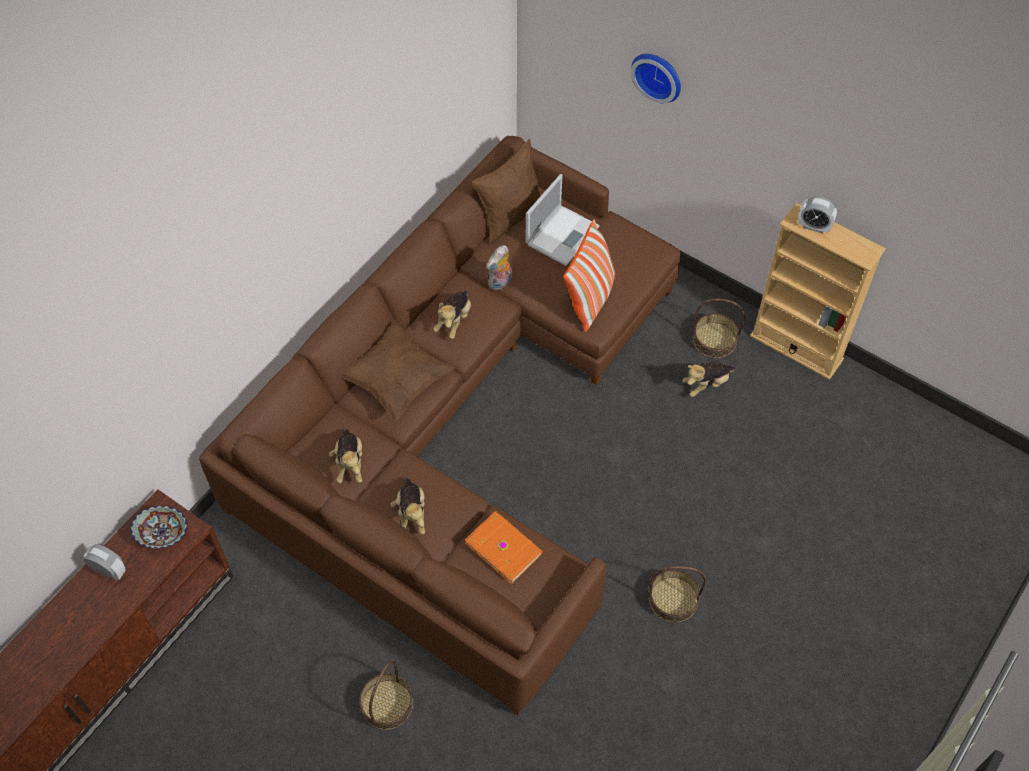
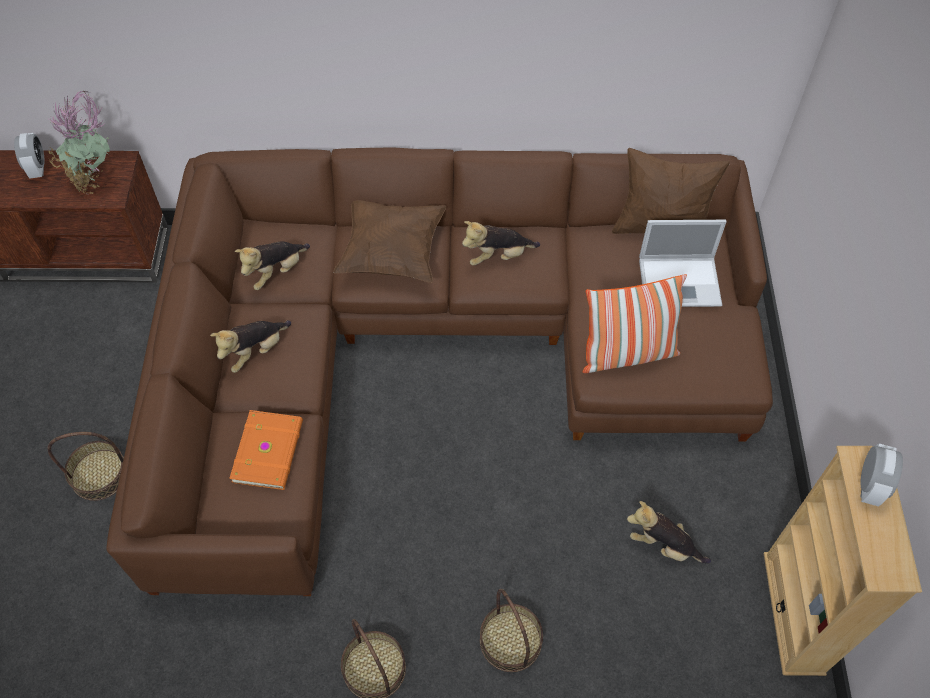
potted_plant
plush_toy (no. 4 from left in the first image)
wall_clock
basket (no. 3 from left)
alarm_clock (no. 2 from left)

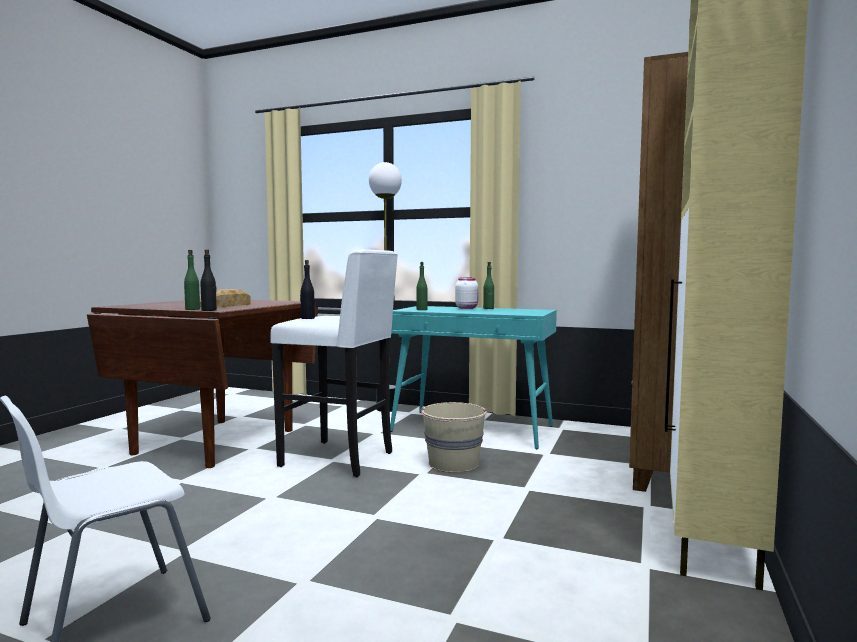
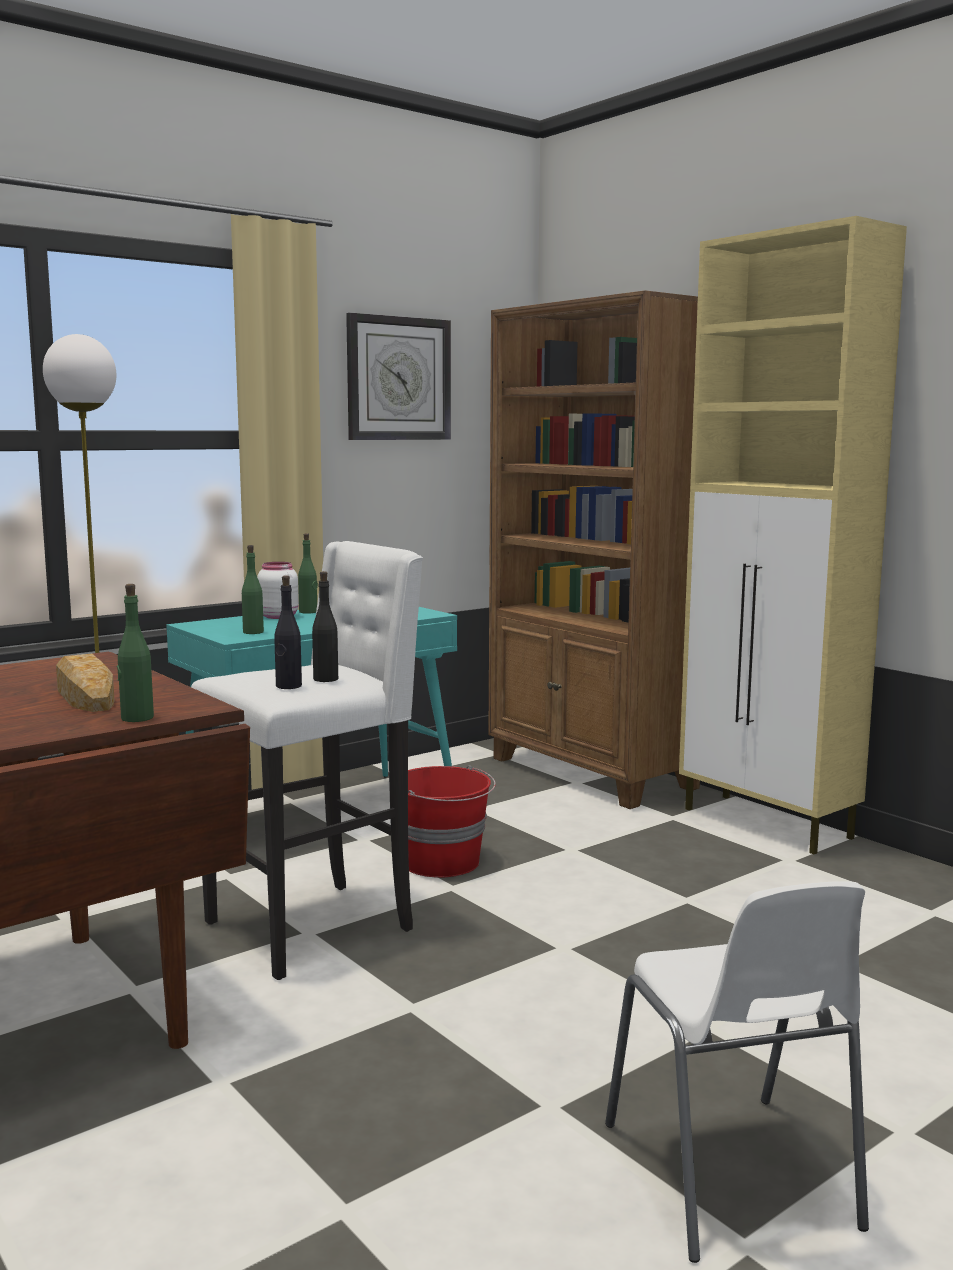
black_bottle (no. 2 from left)
red_bucket
wall_clock

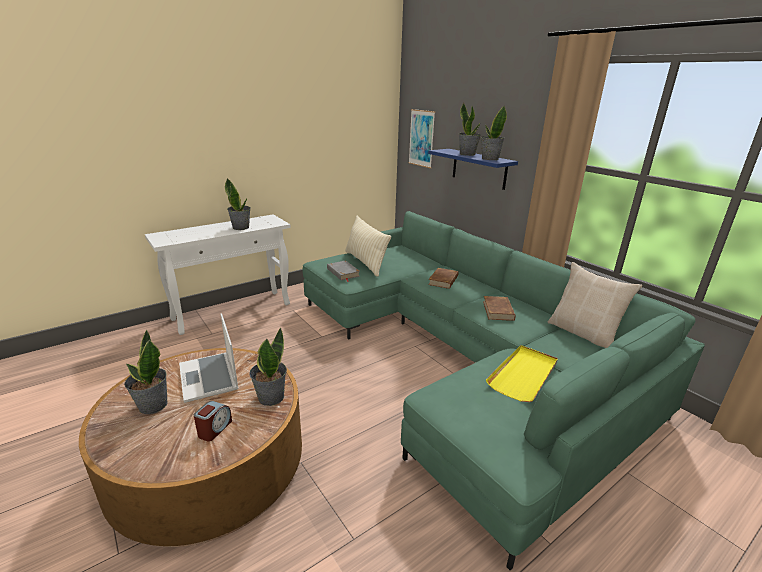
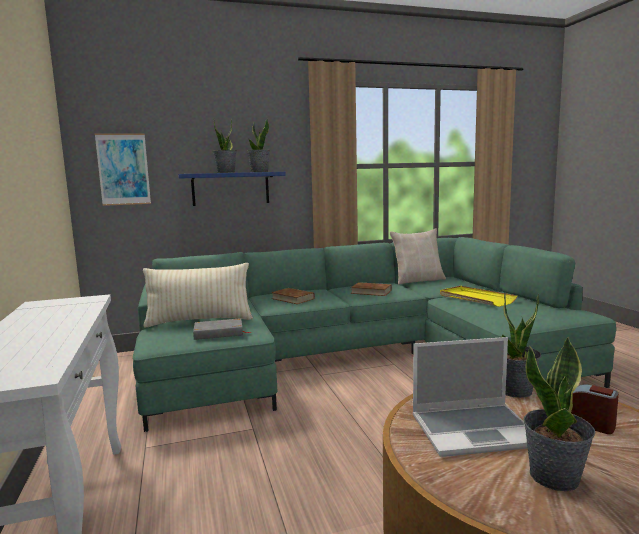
potted_plant (no. 2 from left in the first image)

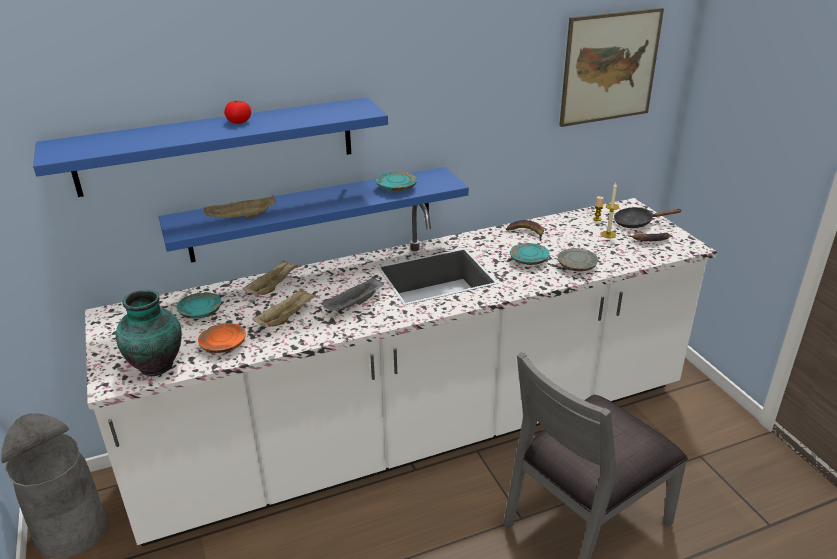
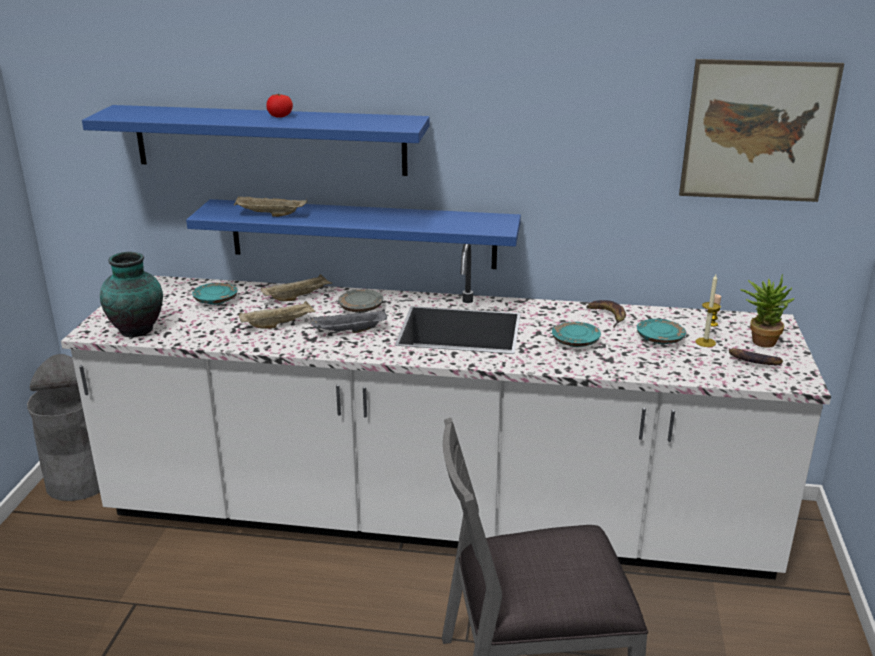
orange_plate
turquoise_plate (no. 3 from left)
grey_plate
potted_plant

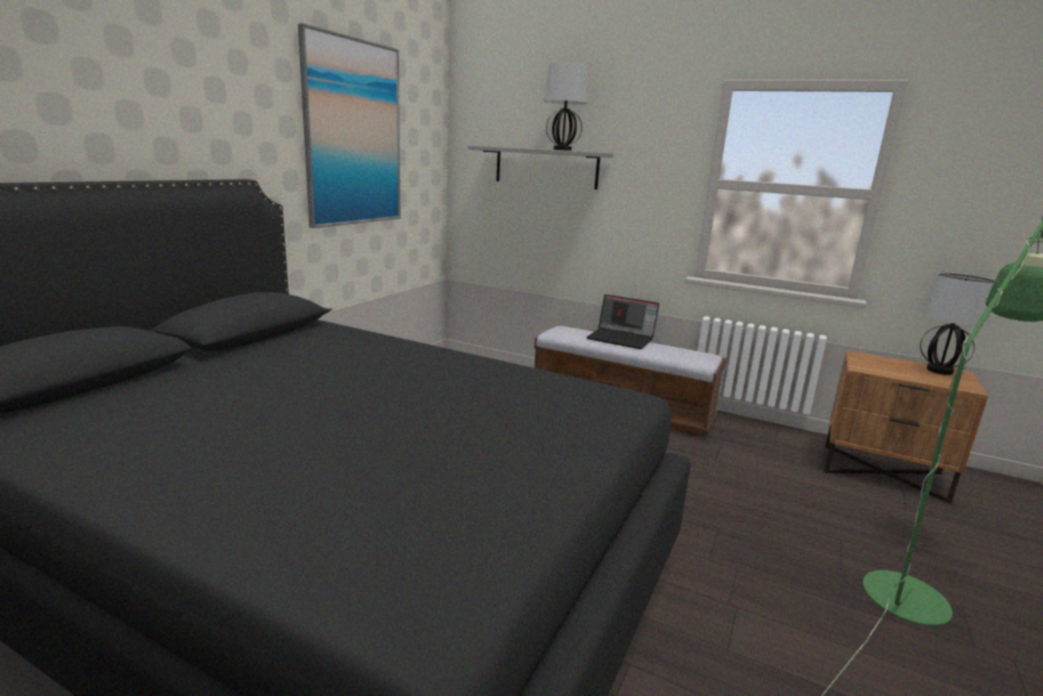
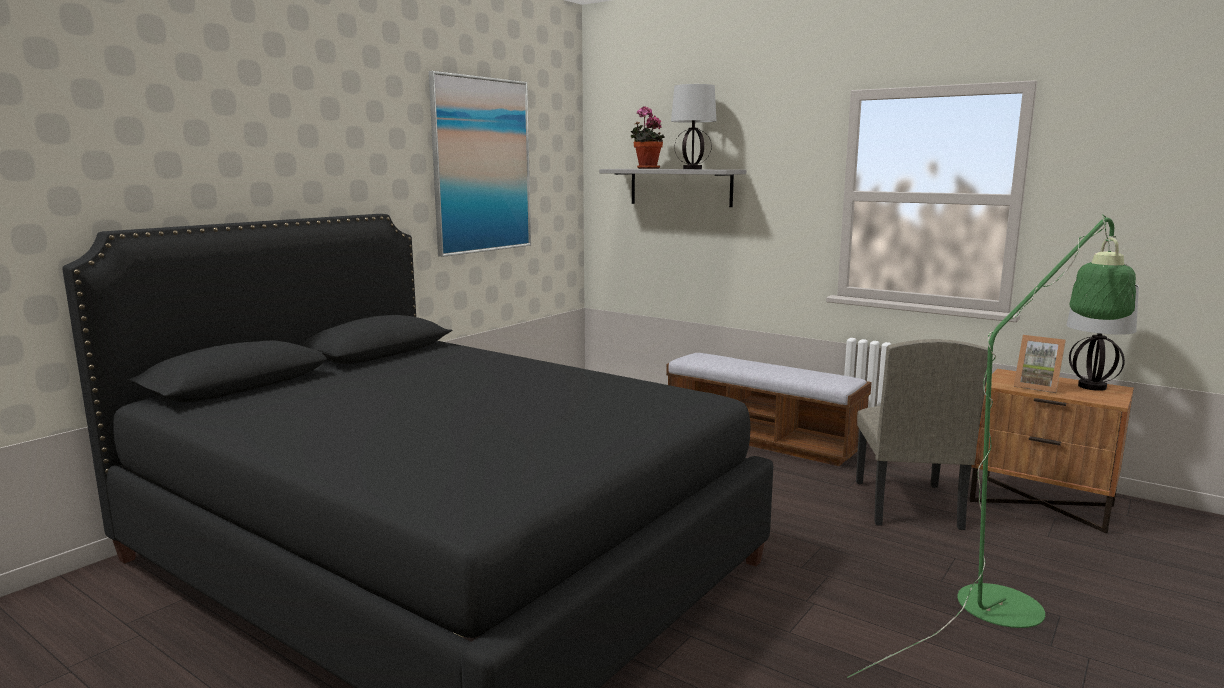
laptop
potted_plant
beige_chair
picture_frame

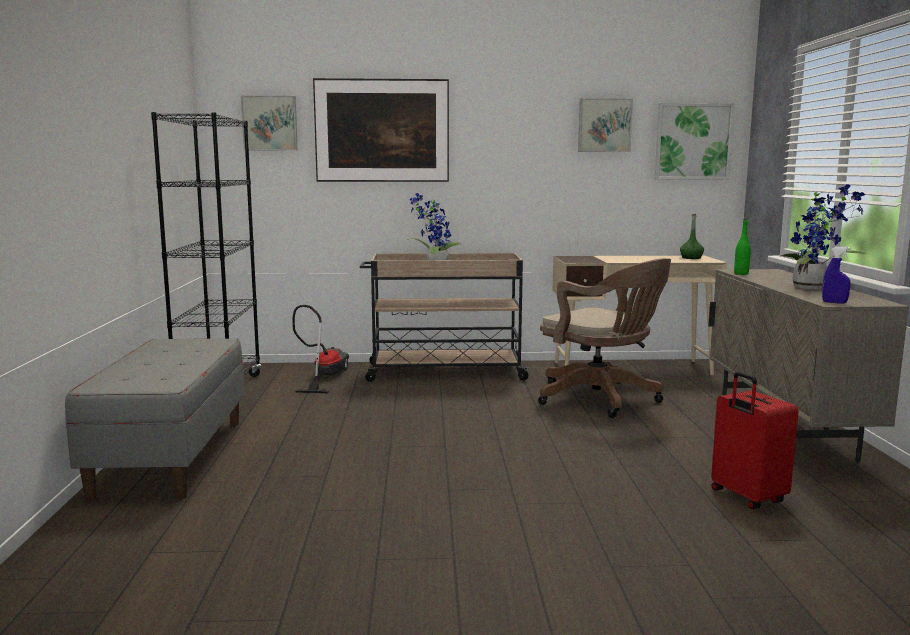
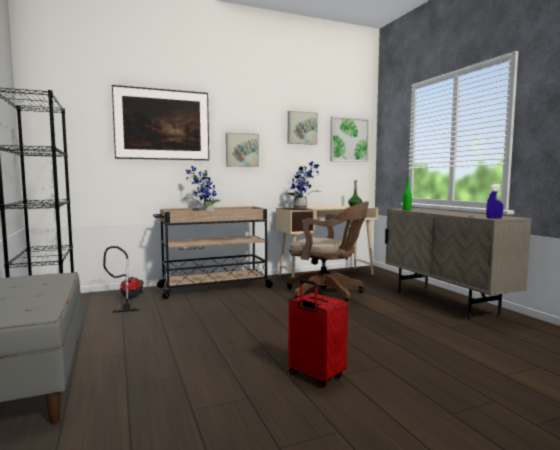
picture (no. 2 from left)
red_suitcase
potted_plant (no. 2 from left)

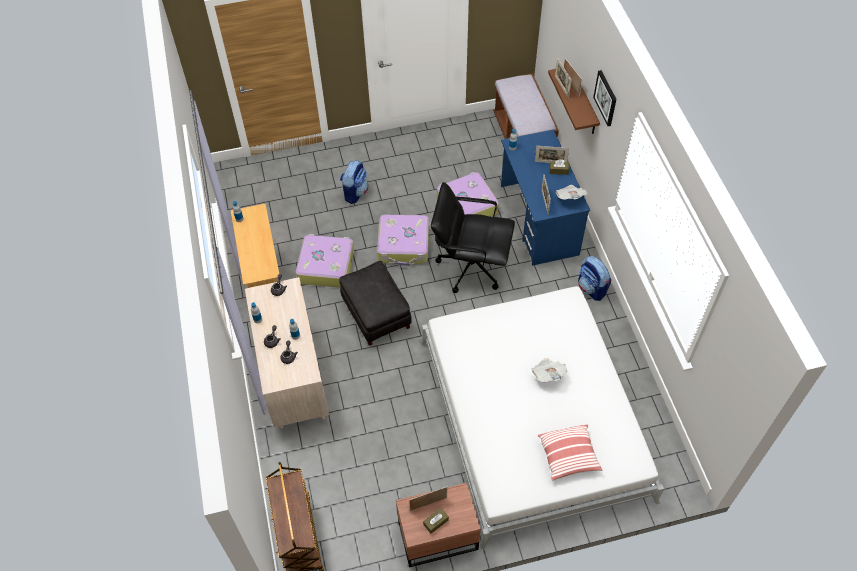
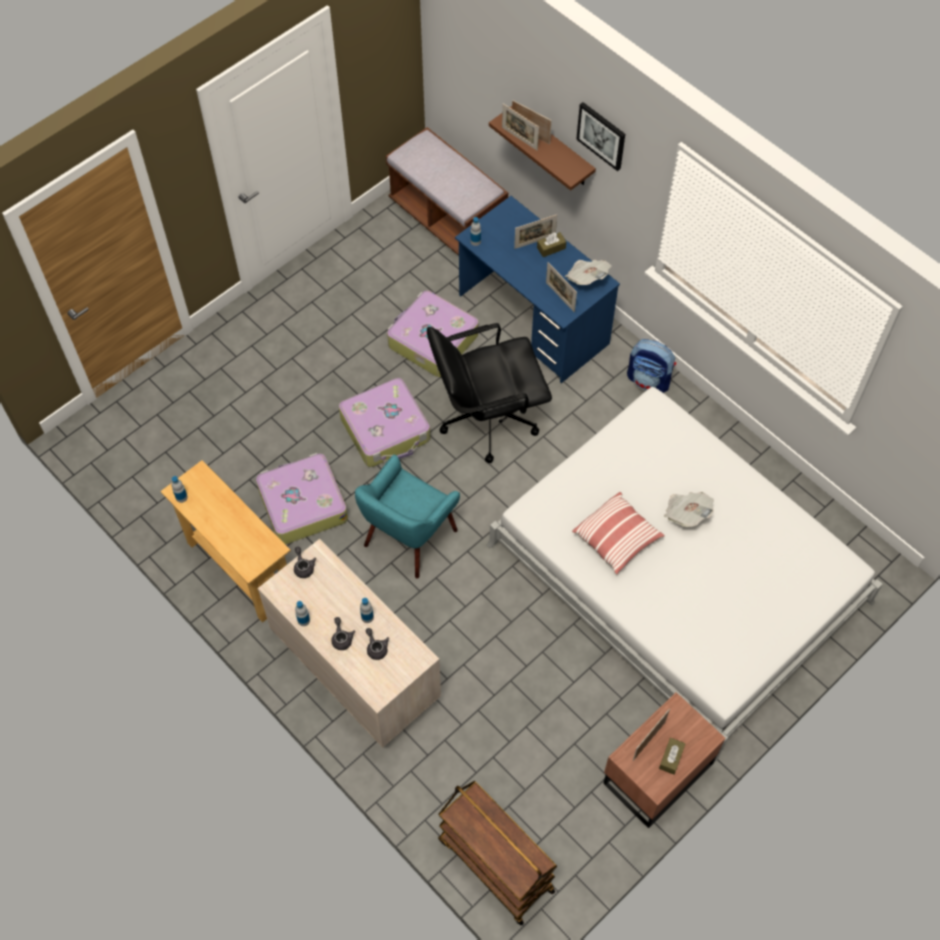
turquoise_armchair
backpack (no. 1 from left in the first image)
pillow

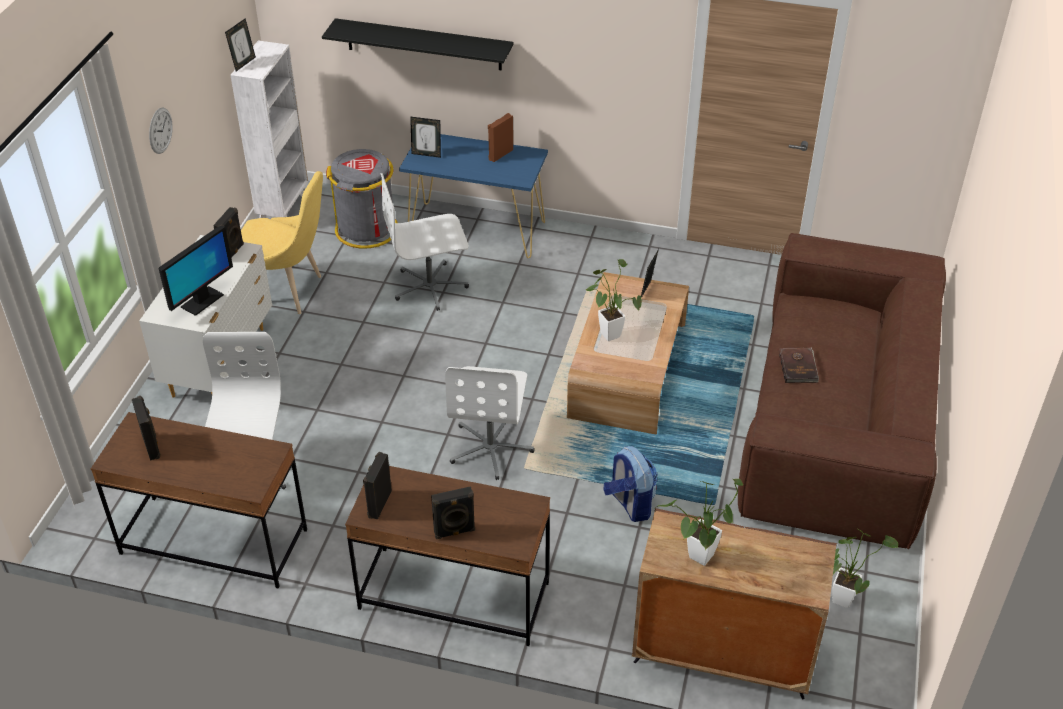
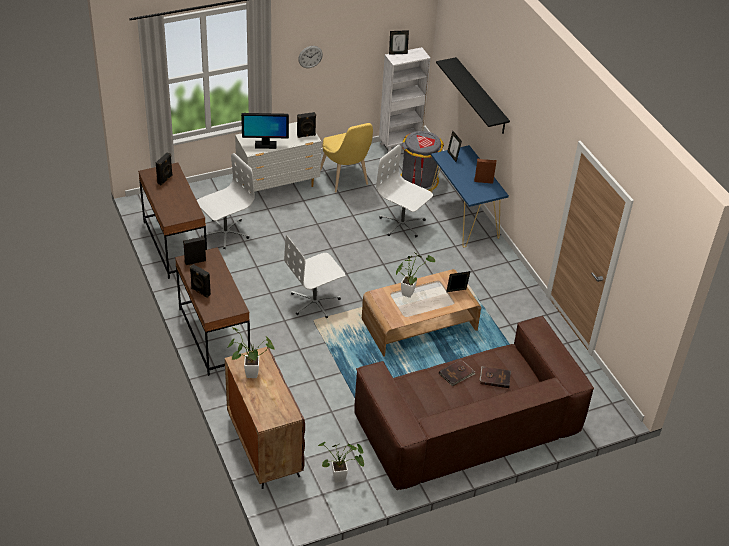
backpack
brown_book (no. 2 from left)

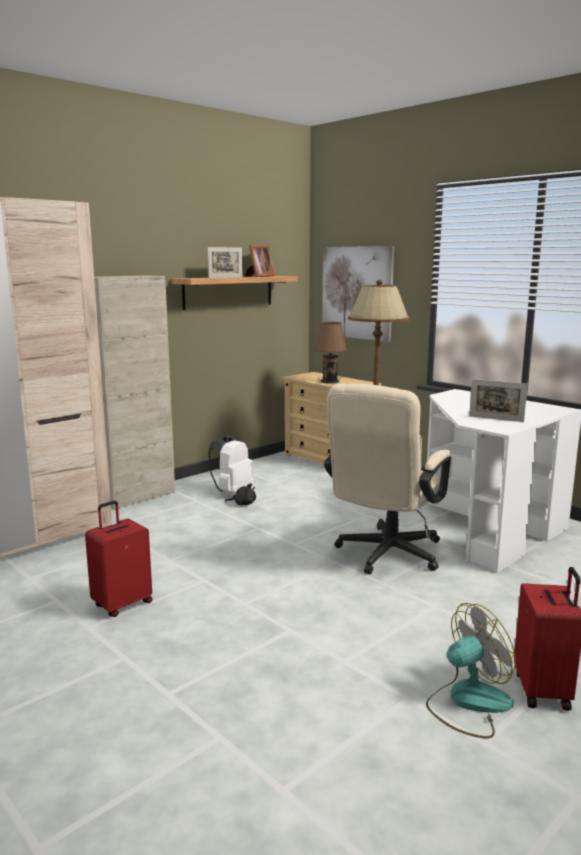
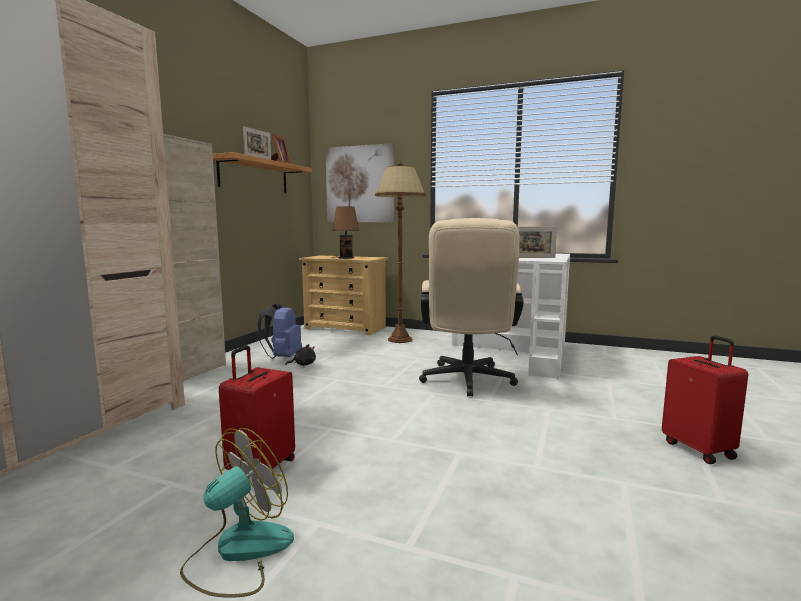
blue_backpack
fan

